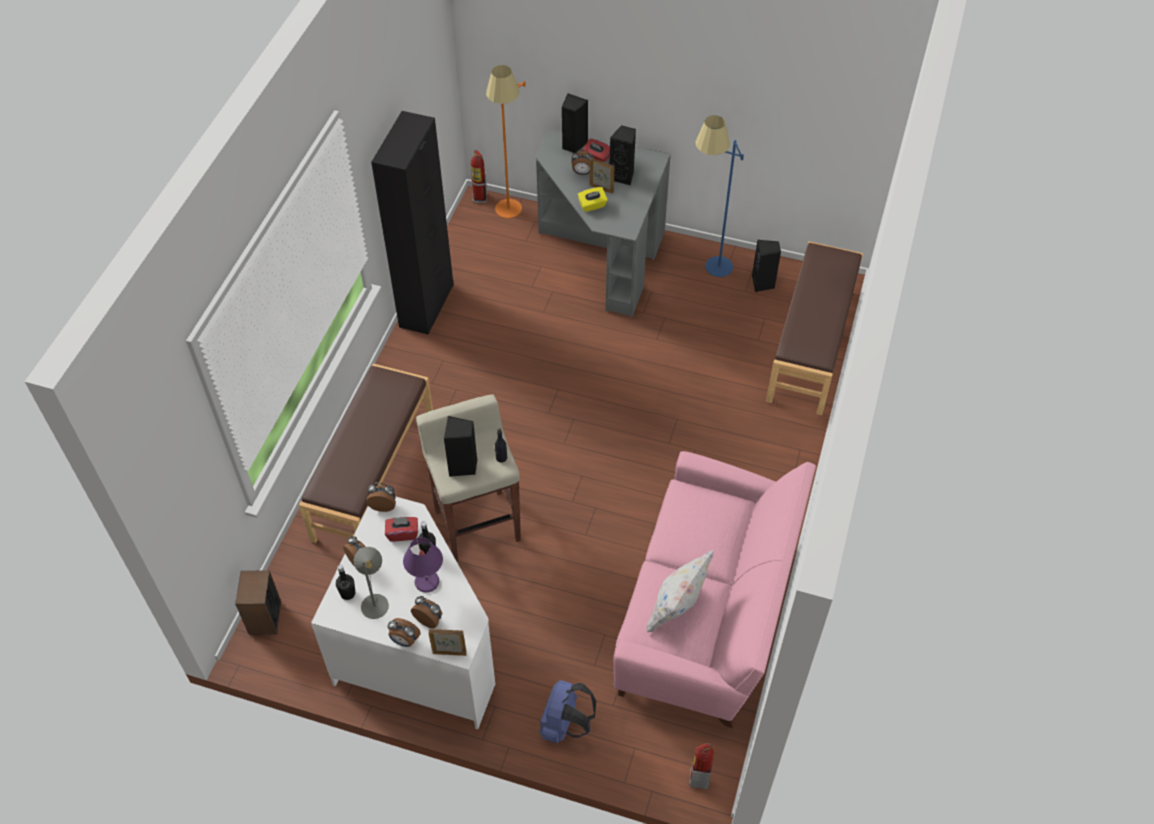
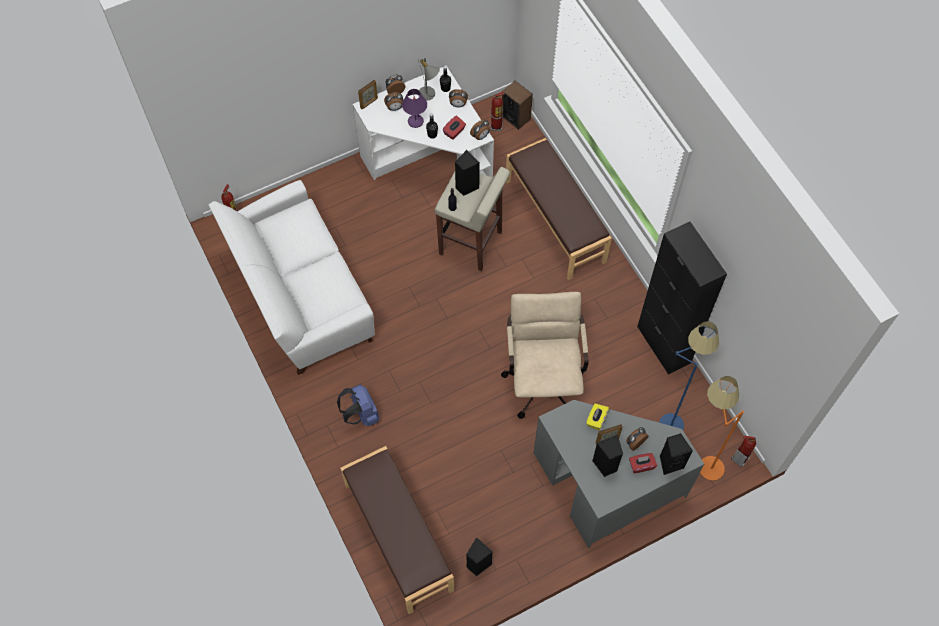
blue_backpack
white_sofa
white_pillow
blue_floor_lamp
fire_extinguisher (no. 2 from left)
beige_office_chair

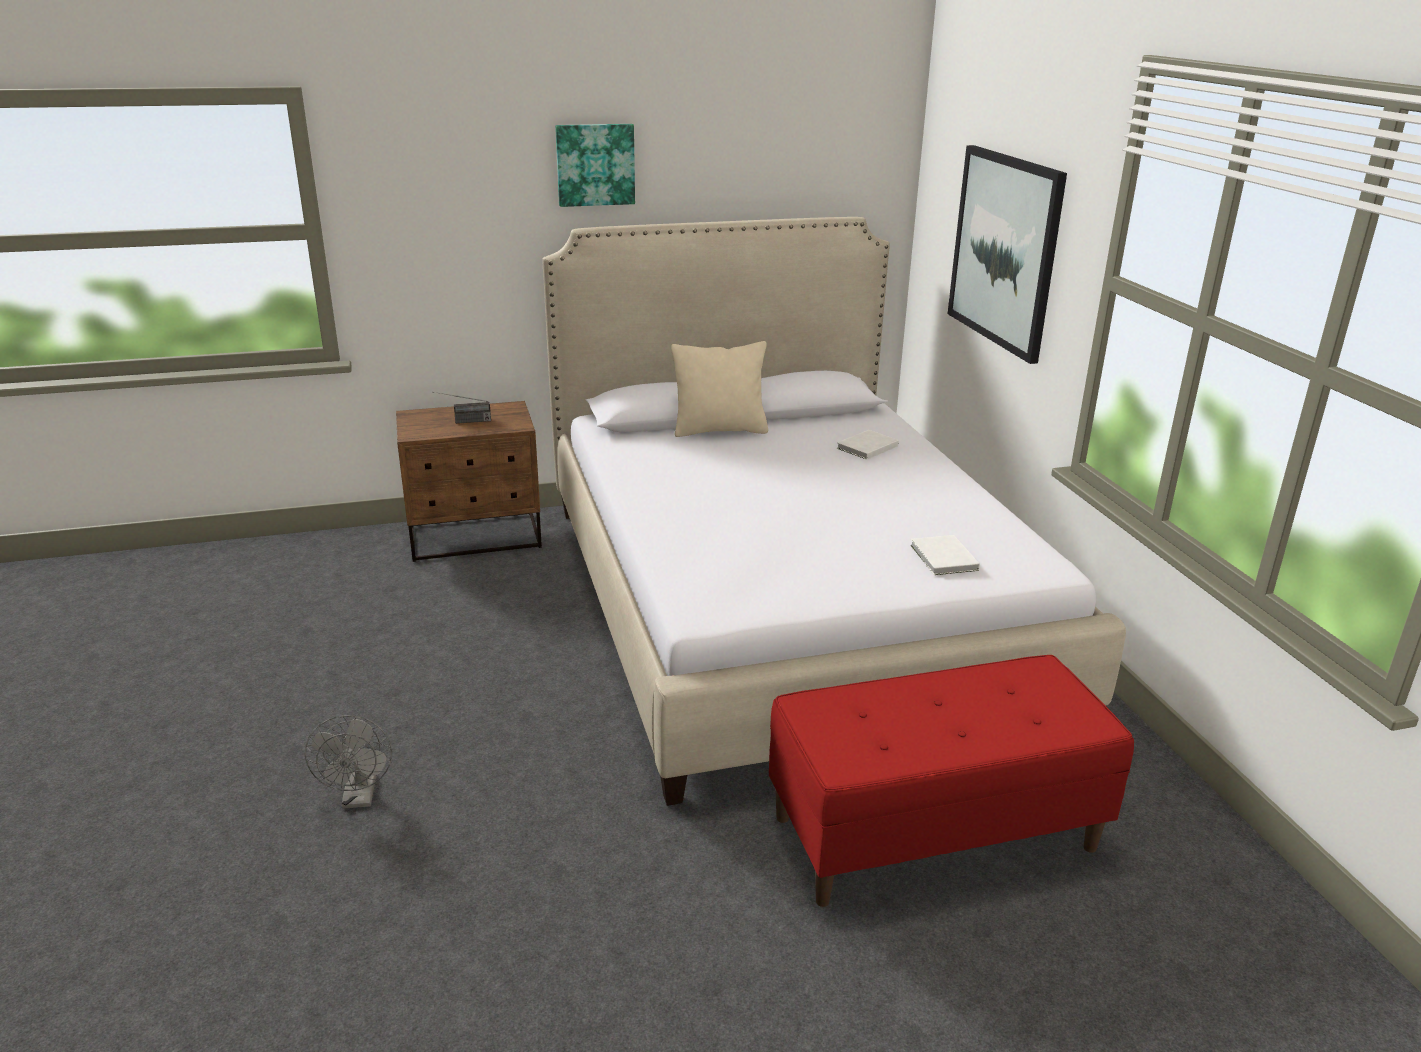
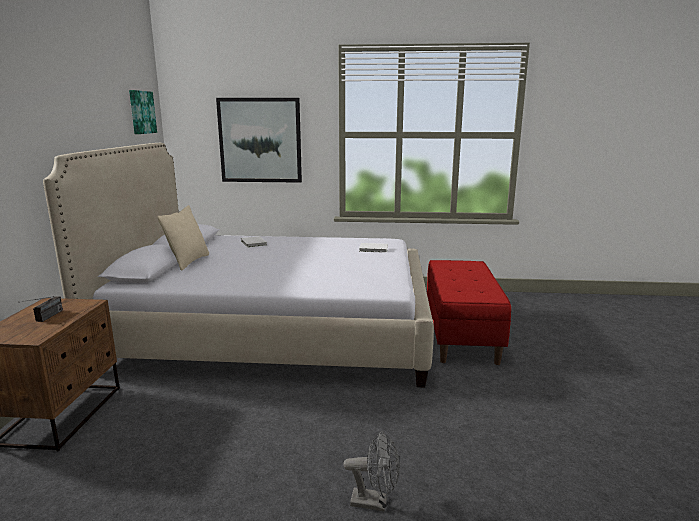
picture (no. 1 from left)

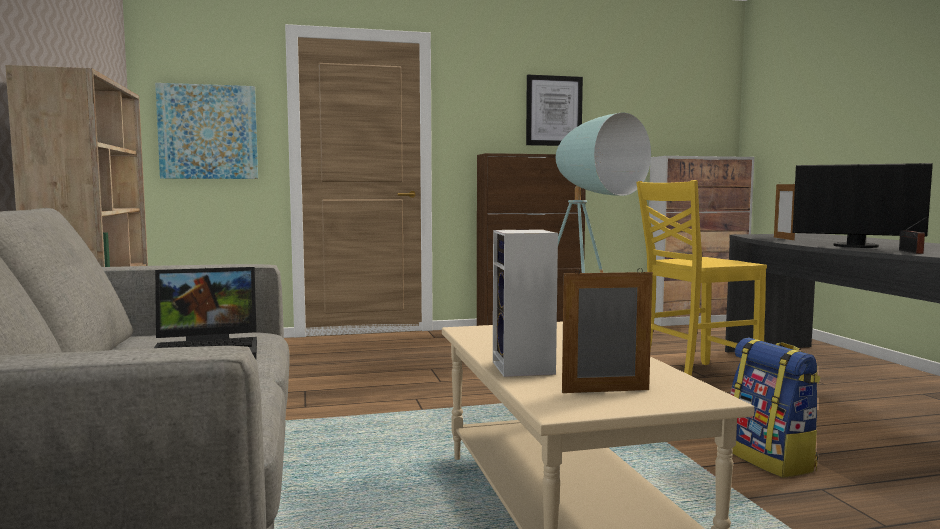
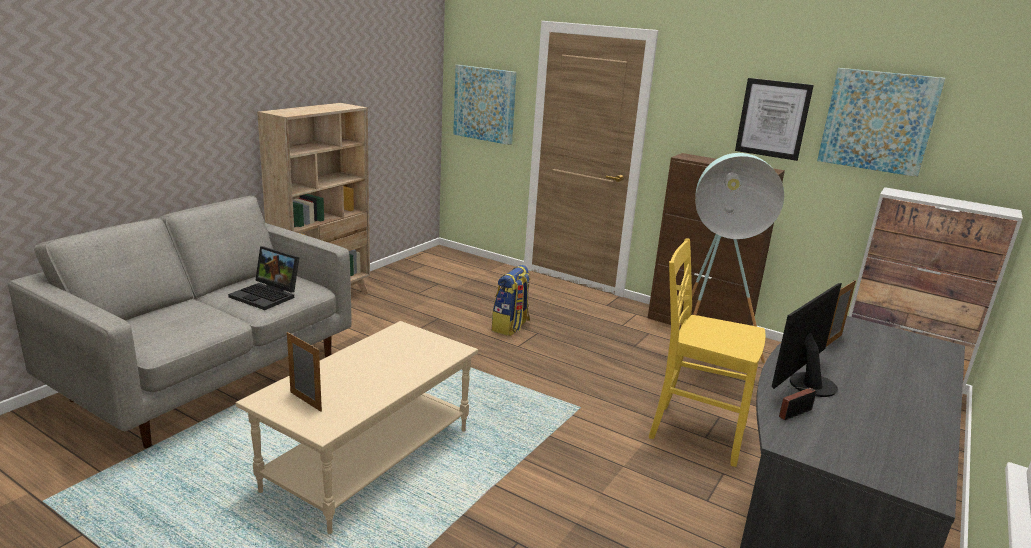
speaker
backpack
monitor
picture (no. 3 from left)

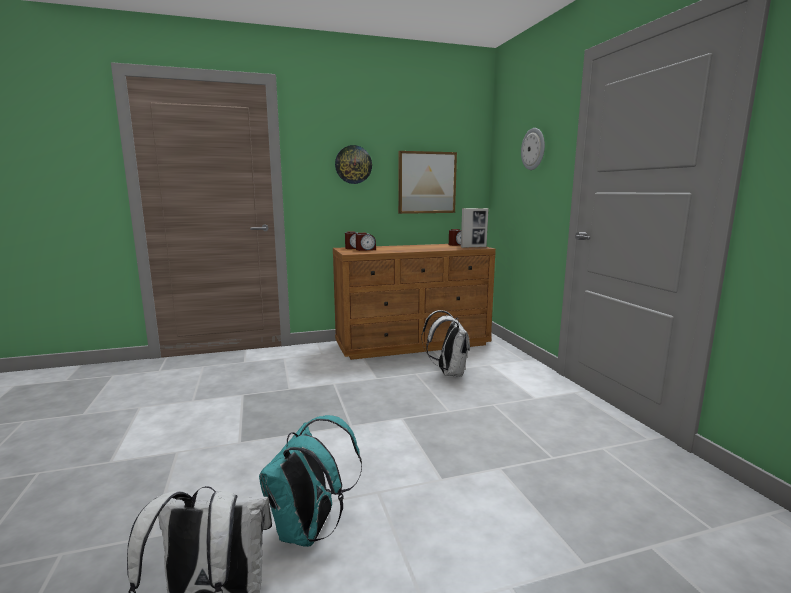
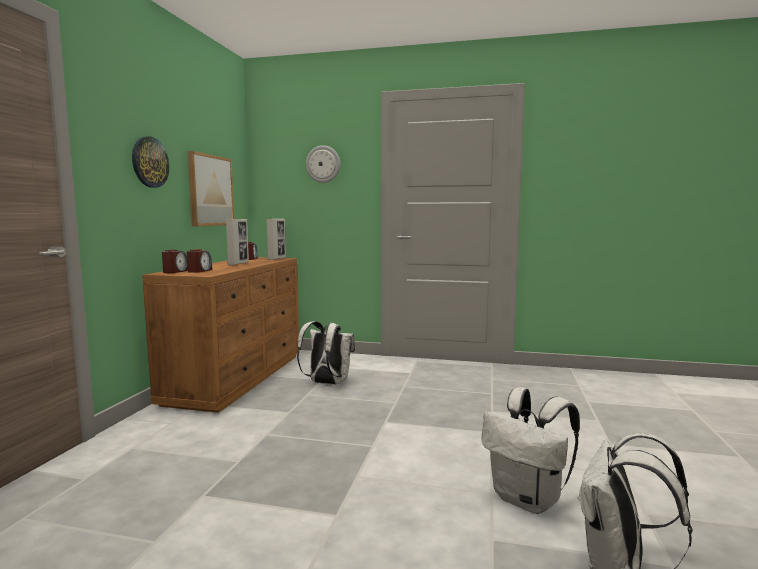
white_backpack (no. 2 from left)
picture_frame (no. 1 from left)

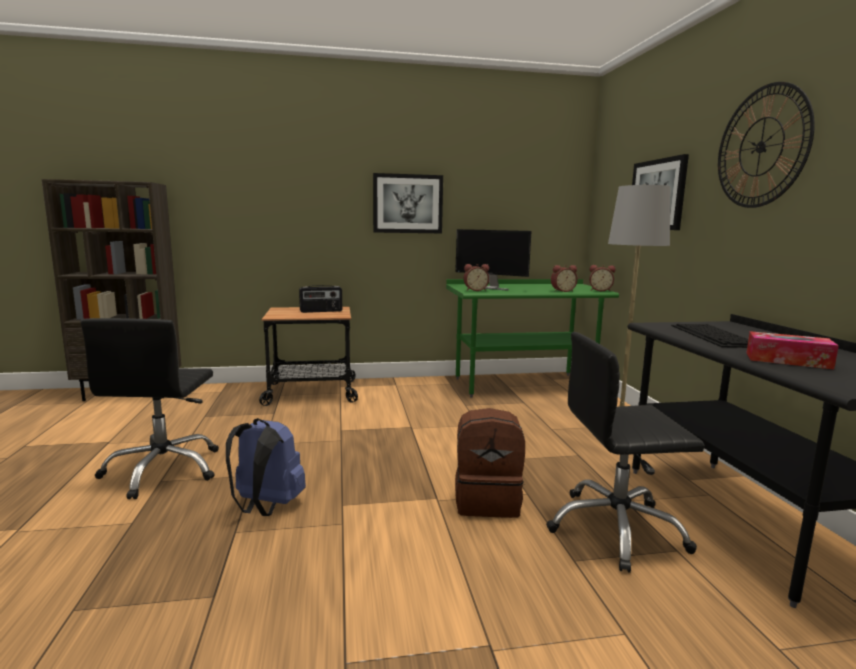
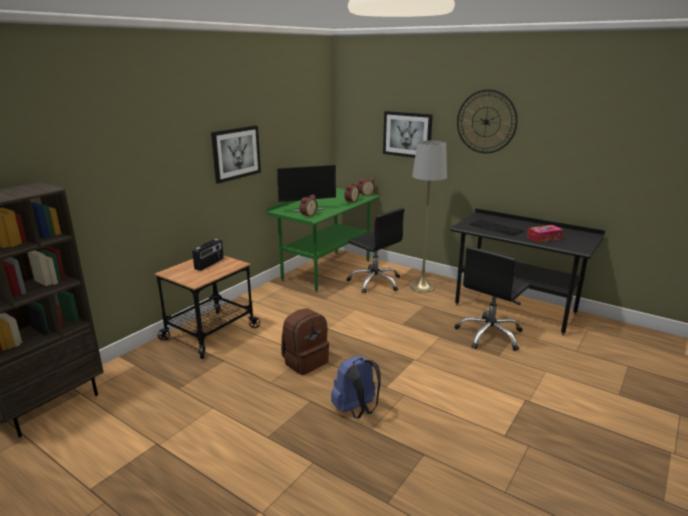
black_office_chair (no. 1 from left)
brown_backpack

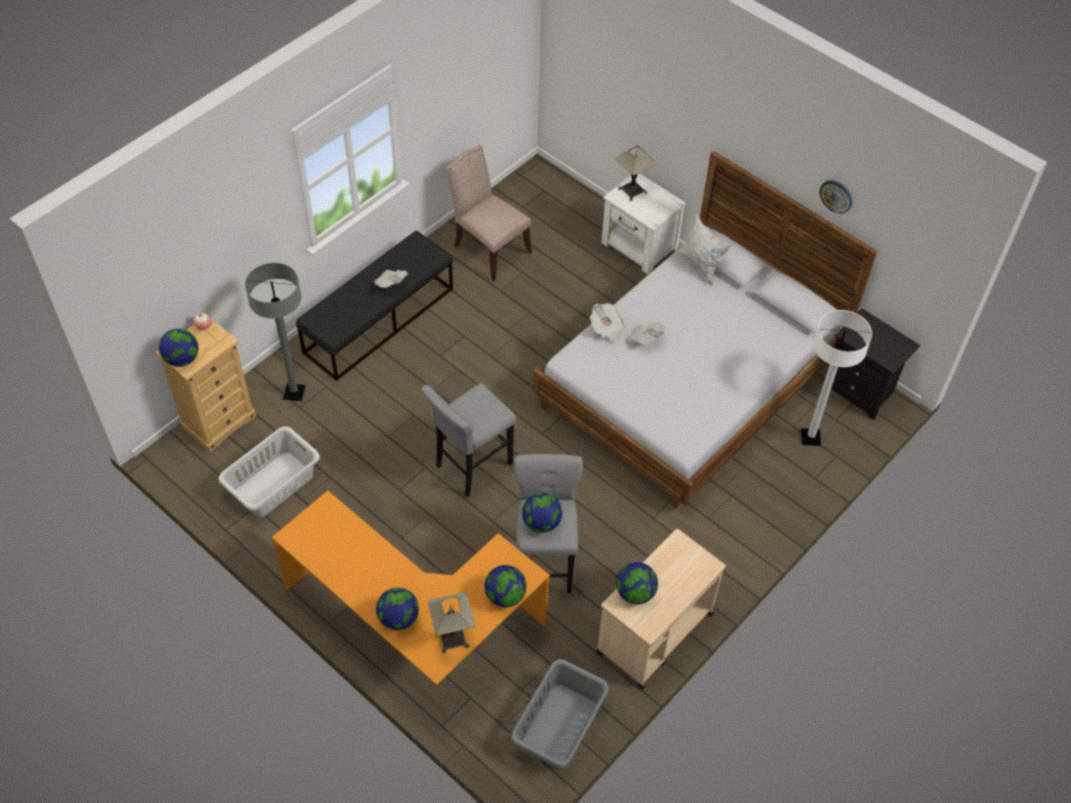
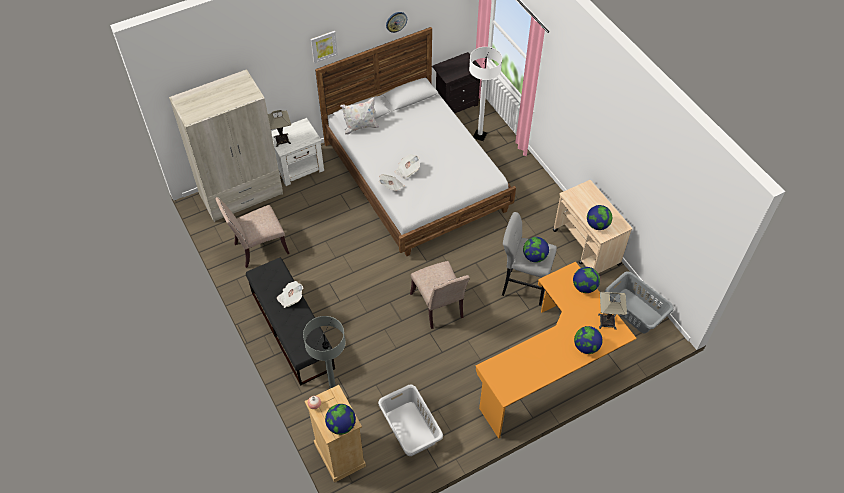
beige_chair (no. 2 from left)
beige_wardrobe
picture

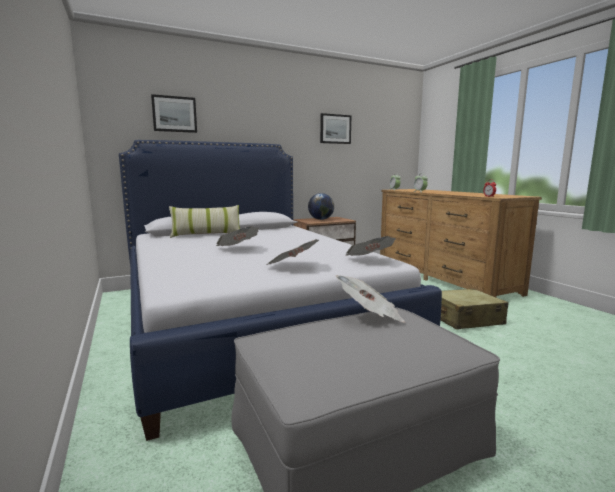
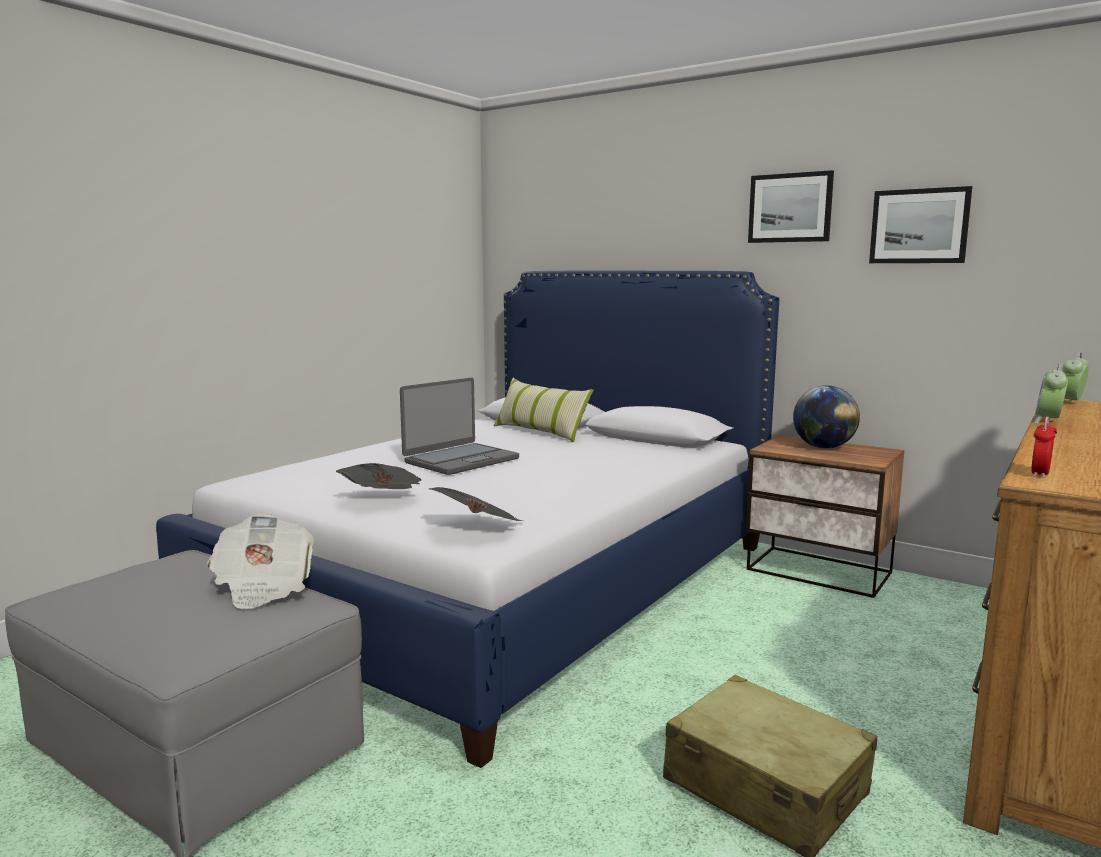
picture (no. 1 from left)
laptop

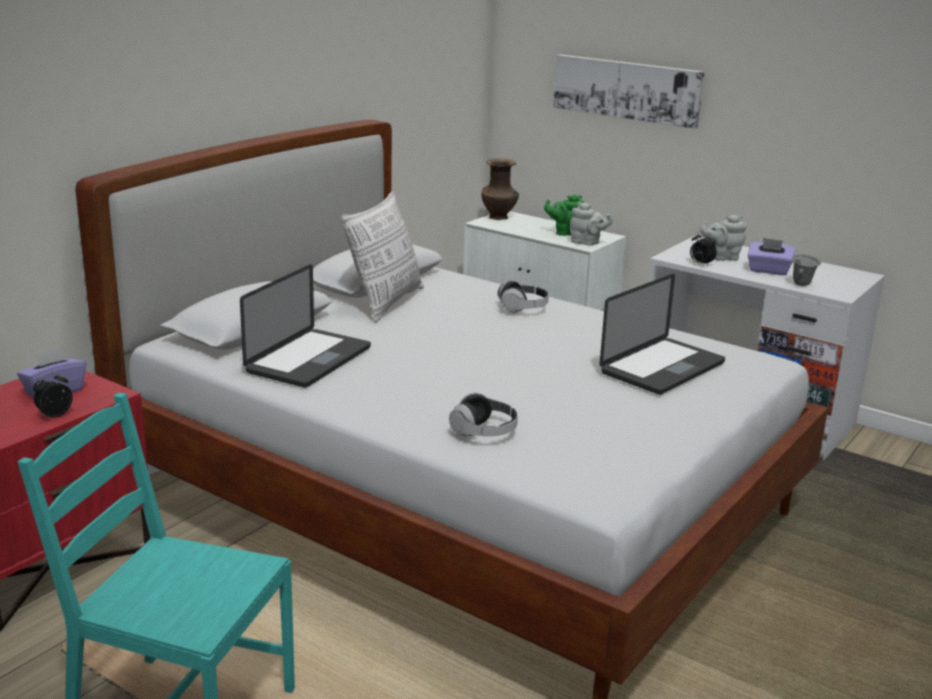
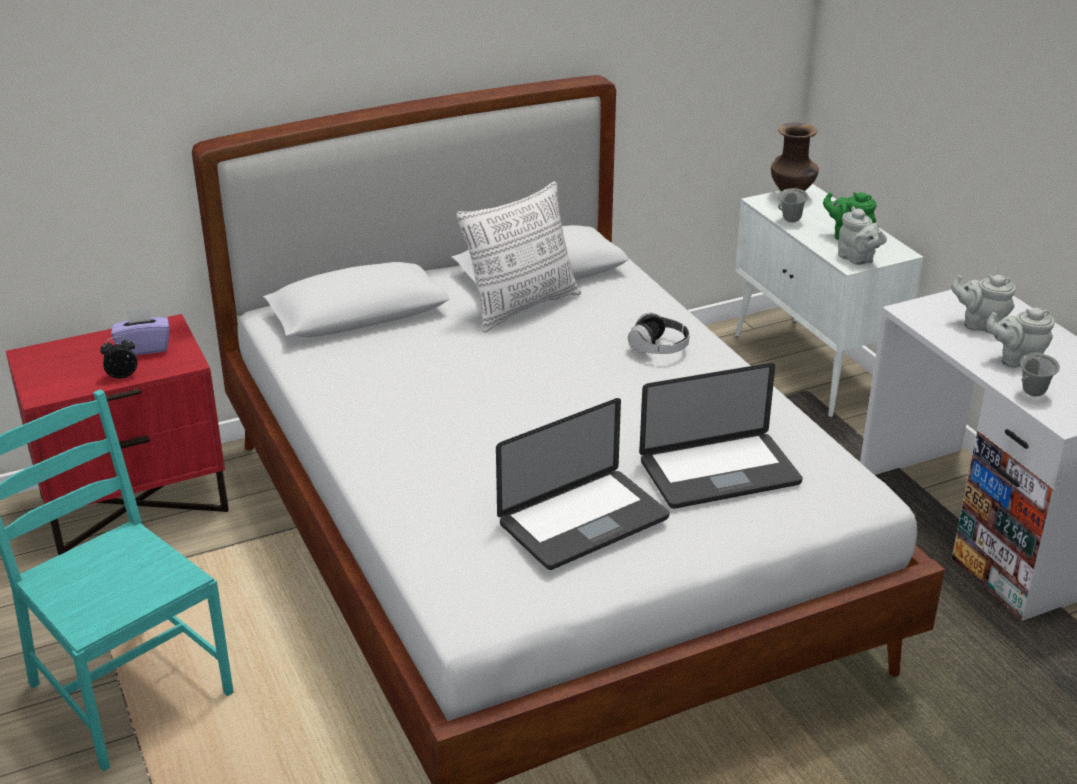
laptop (no. 1 from left)
headphones (no. 1 from left in the first image)
picture
alarm_clock (no. 2 from left in the first image)
grey_teapot (no. 3 from left)
grey_mug (no. 1 from left)

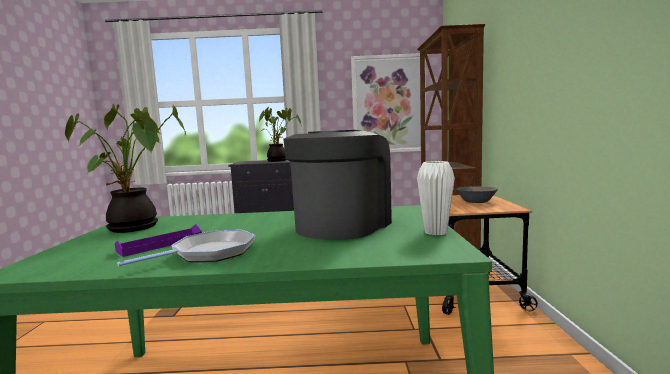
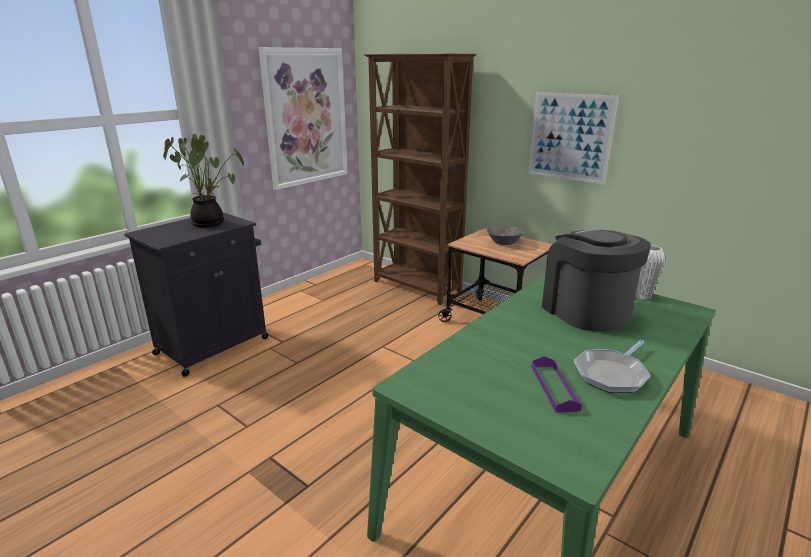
potted_plant (no. 1 from left in the first image)
frying_pan
picture (no. 2 from left)

